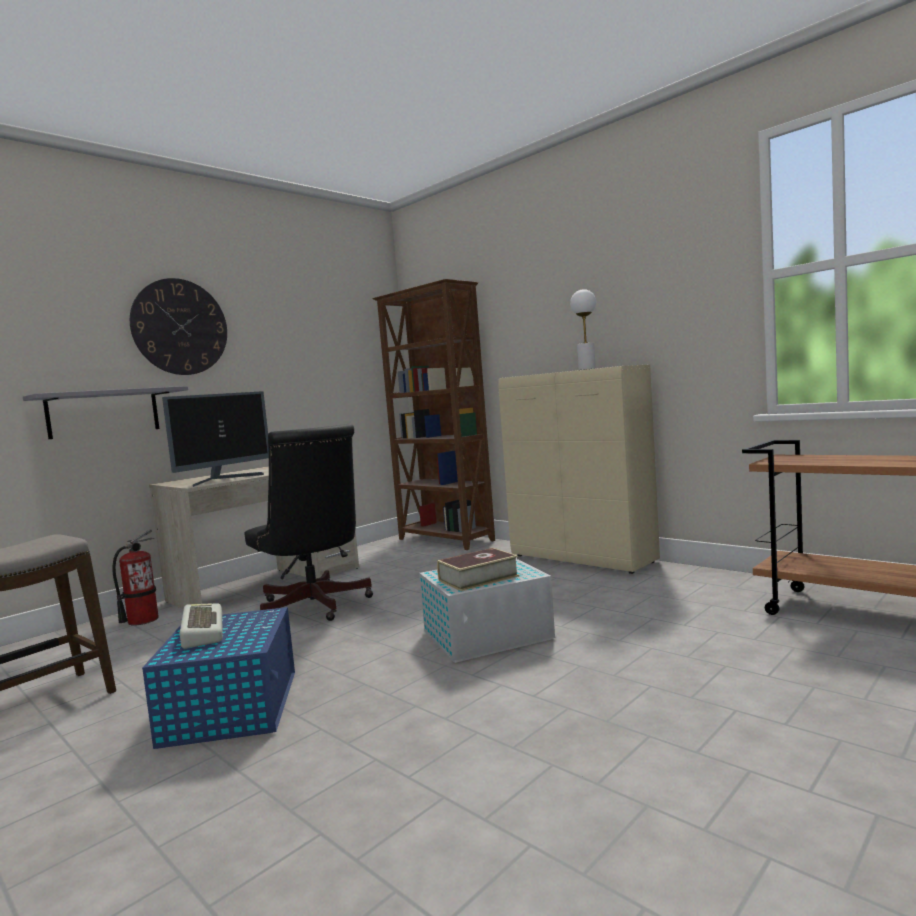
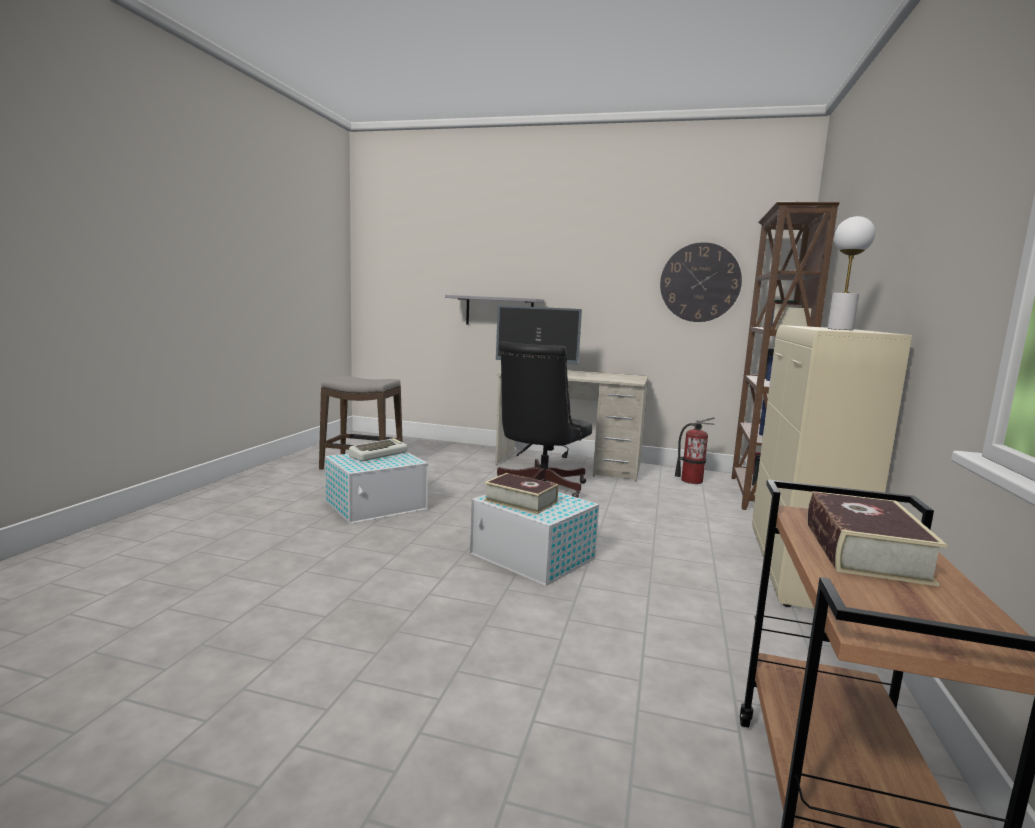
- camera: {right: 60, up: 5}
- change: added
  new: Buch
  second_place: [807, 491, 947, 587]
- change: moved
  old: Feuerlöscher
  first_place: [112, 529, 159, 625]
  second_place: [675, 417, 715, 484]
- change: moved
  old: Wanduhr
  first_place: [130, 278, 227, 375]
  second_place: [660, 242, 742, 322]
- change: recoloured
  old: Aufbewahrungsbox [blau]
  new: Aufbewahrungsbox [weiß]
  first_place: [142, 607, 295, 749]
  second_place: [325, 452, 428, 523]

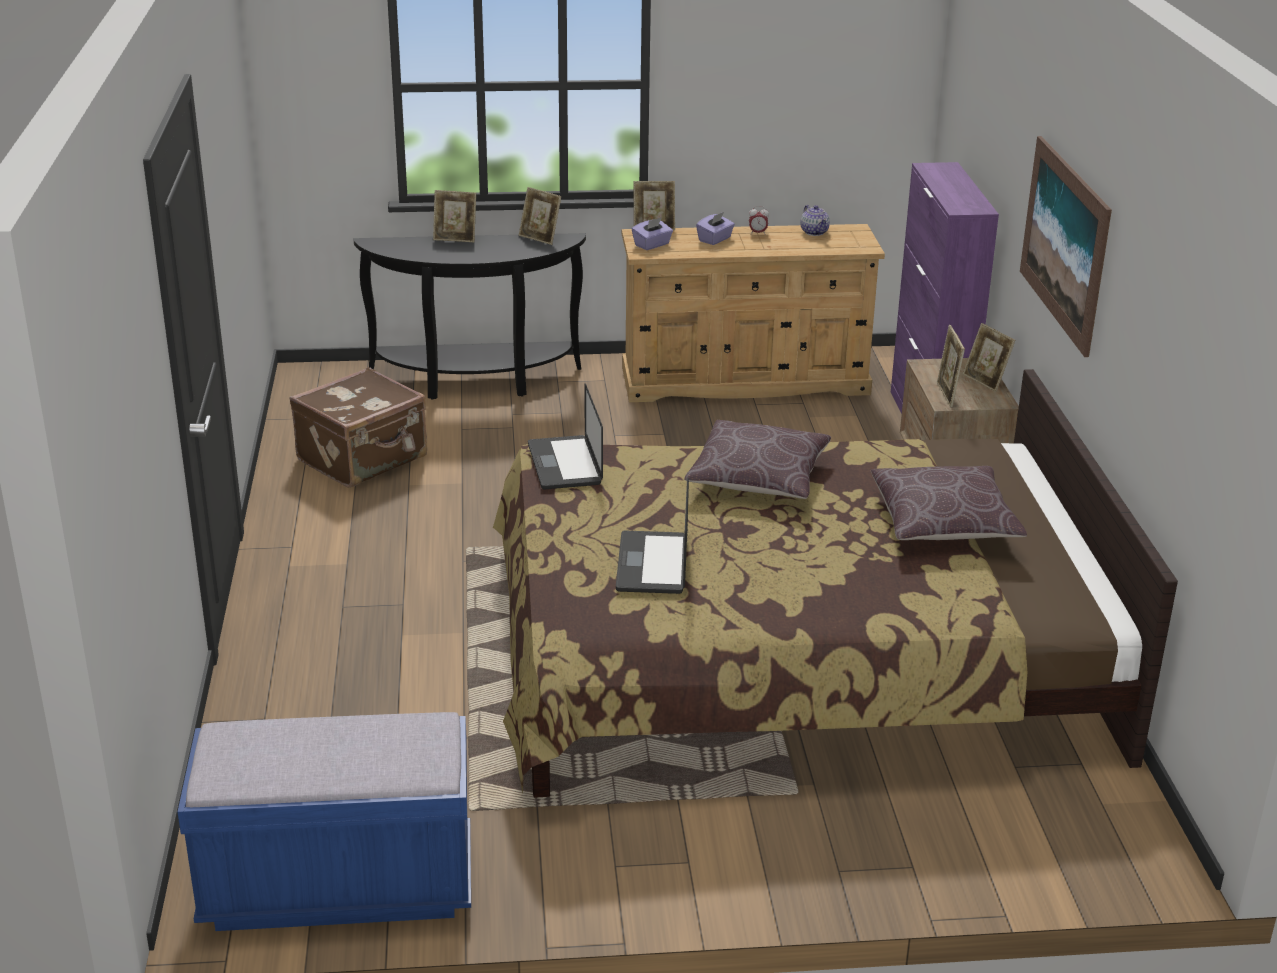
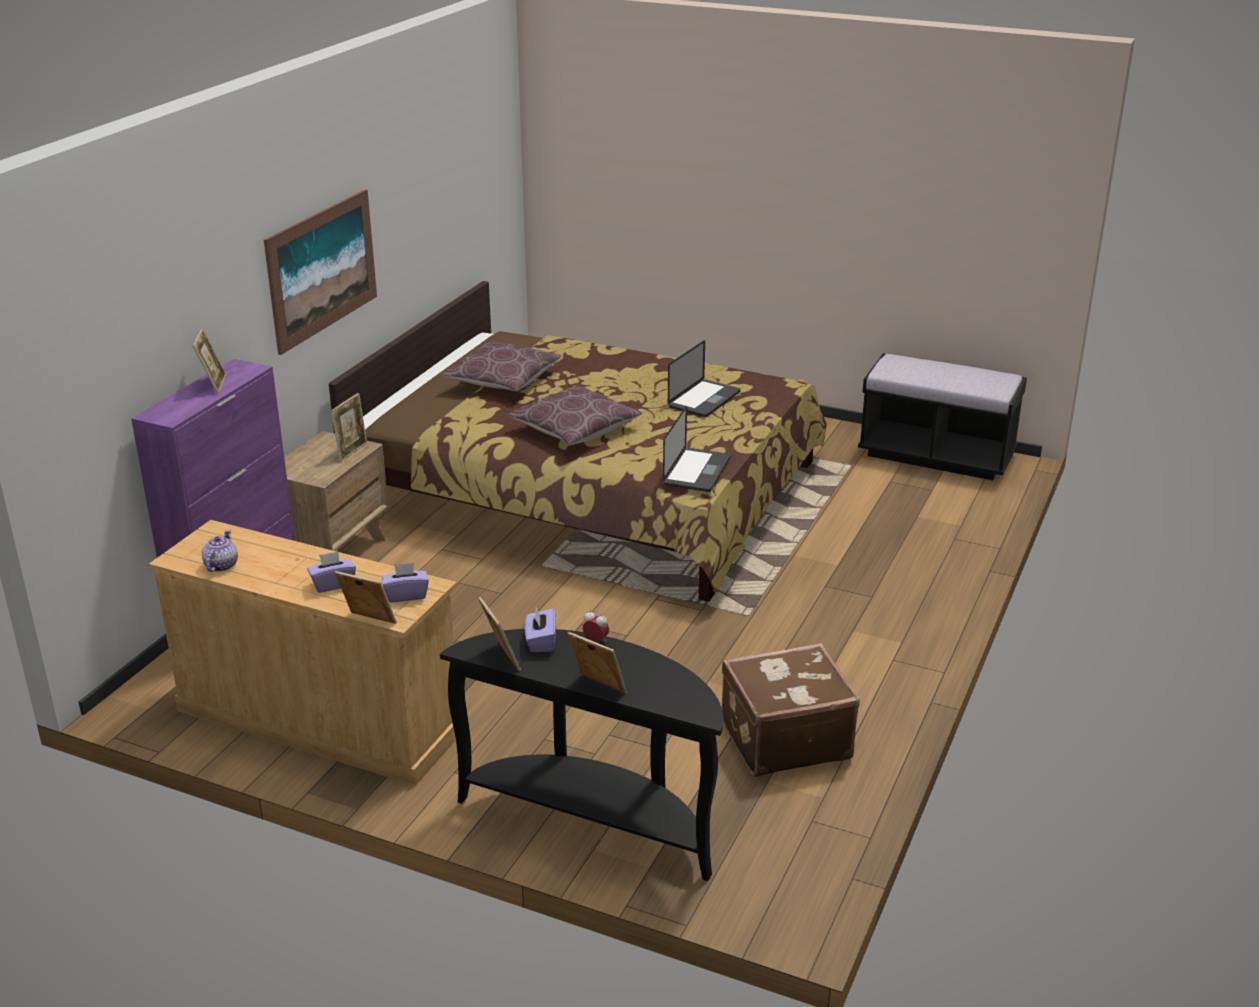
- camera: {right: -150, up: 0}
- change: added
  new: Taschentuchbox [lila]
  second_place: [525, 607, 556, 652]
- change: moved
  old: Wecker
  first_place: [749, 206, 769, 234]
  second_place: [583, 610, 609, 642]
- change: moved
  old: Bilderrahmen
  first_place: [963, 323, 1015, 392]
  second_place: [193, 328, 226, 394]
- change: recoloured
  old: Bank [blau]
  new: Bank [schwarz]
  first_place: [177, 712, 471, 931]
  second_place: [858, 353, 1027, 480]

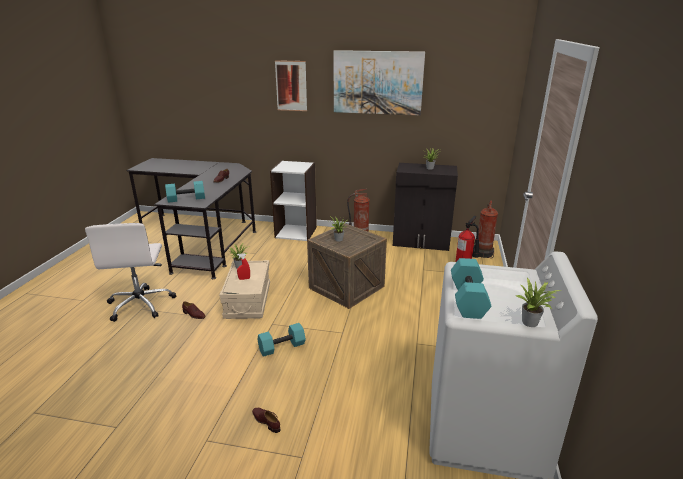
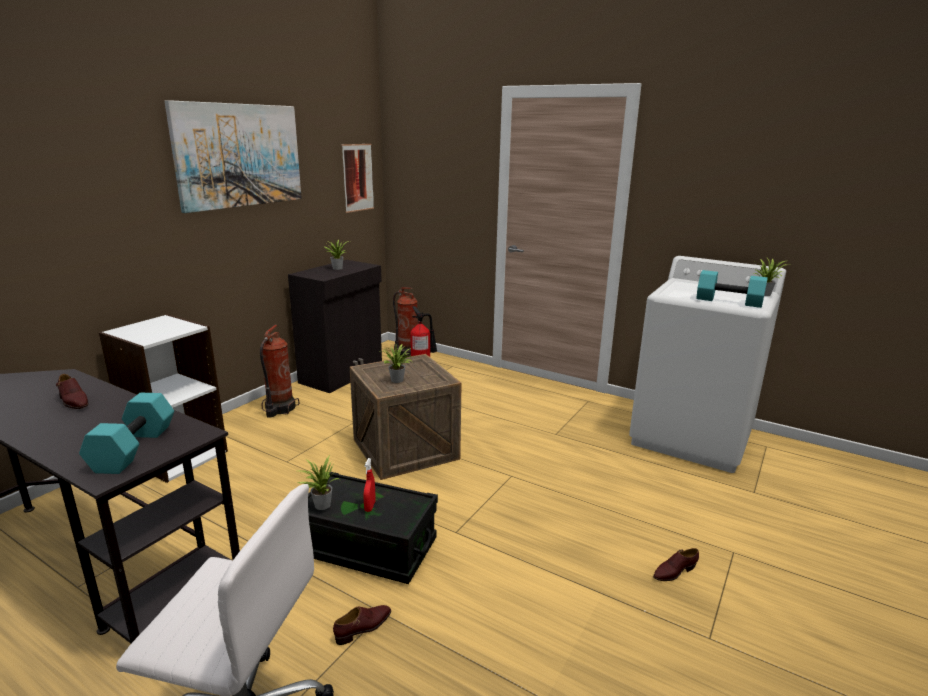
- camera: {right: -70, up: -5}
- change: removed
  old: Hantel [türkis]
  first_place: [257, 323, 306, 357]
- change: moved
  old: Bild
  first_place: [275, 60, 307, 111]
  second_place: [342, 144, 374, 213]
- change: recoloured
  old: Aufbewahrungsbox [beige]
  new: Aufbewahrungsbox [schwarz]
  first_place: [219, 260, 270, 319]
  second_place: [308, 472, 438, 584]

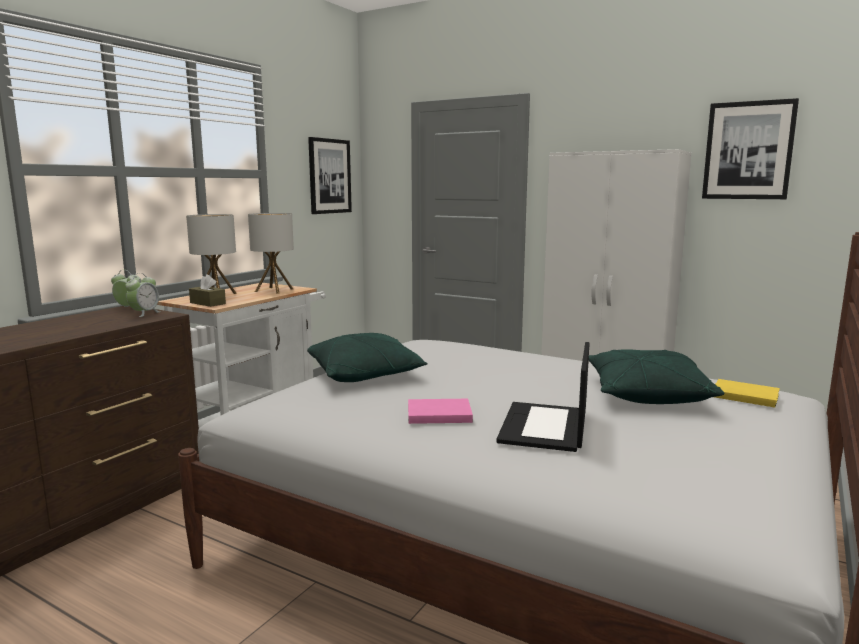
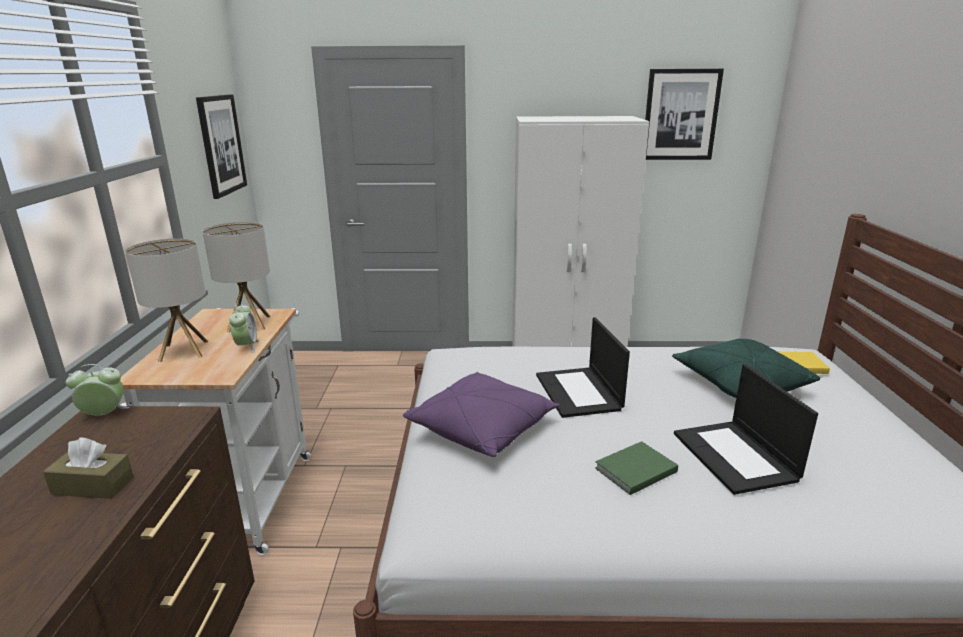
- camera: {right: -30, up: 10}
- change: added
  new: Laptop
  second_place: [536, 317, 630, 418]
- change: moved
  old: Wecker
  first_place: [125, 273, 161, 317]
  second_place: [229, 303, 259, 353]
- change: moved
  old: Taschentuchbox [braun]
  first_place: [189, 274, 226, 307]
  second_place: [43, 438, 134, 499]
- change: recoloured
  old: Kissen [grün]
  new: Kissen [lila]
  first_place: [307, 333, 428, 382]
  second_place: [403, 372, 560, 457]
- change: recoloured
  old: Buch [rosa]
  new: Buch [grün]
  first_place: [408, 399, 473, 424]
  second_place: [595, 441, 678, 495]

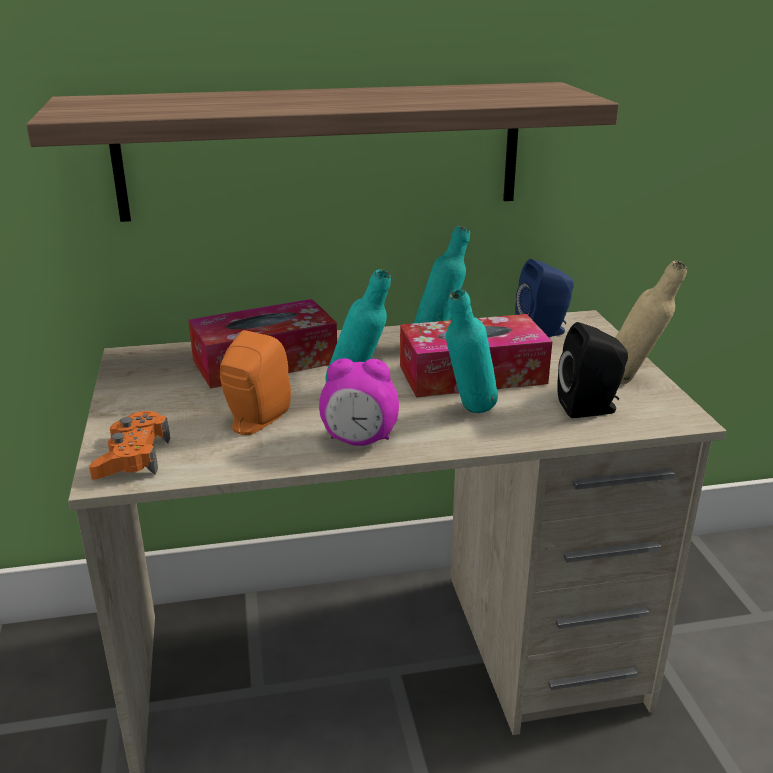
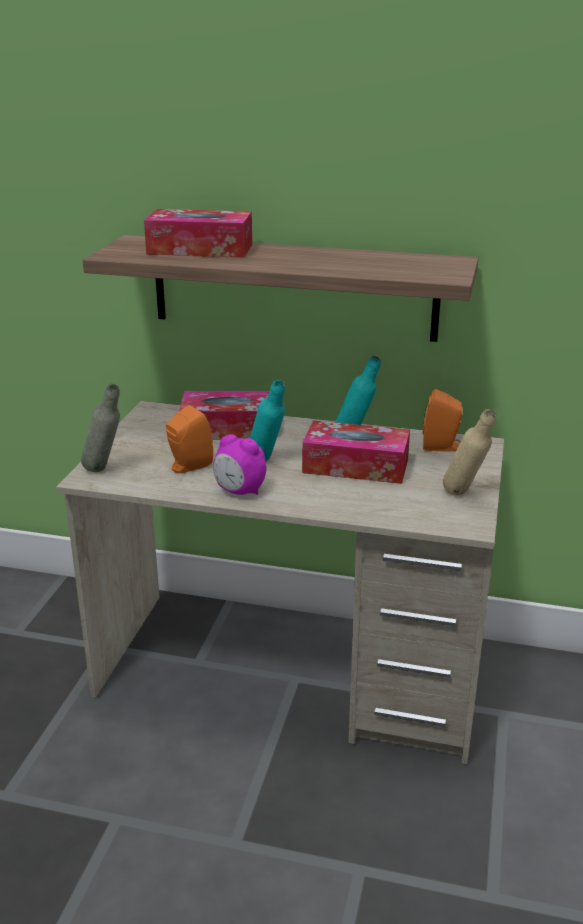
- camera: {right: 25, up: 0}
- change: removed
  old: Flasche [türkis]
  first_place: [446, 289, 498, 413]
- change: removed
  old: Lautsprecher [schwarz]
  first_place: [557, 322, 628, 418]
- change: added
  new: Taschentuchbox
  second_place: [144, 209, 252, 258]
- change: replaced
  old: Gamepad [orange]
  new: Flasche [grau]
  first_place: [89, 411, 170, 480]
  second_place: [81, 384, 120, 472]
- change: recoloured
  old: Lautsprecher [blau]
  new: Lautsprecher [orange]
  first_place: [515, 259, 574, 337]
  second_place: [423, 389, 462, 452]

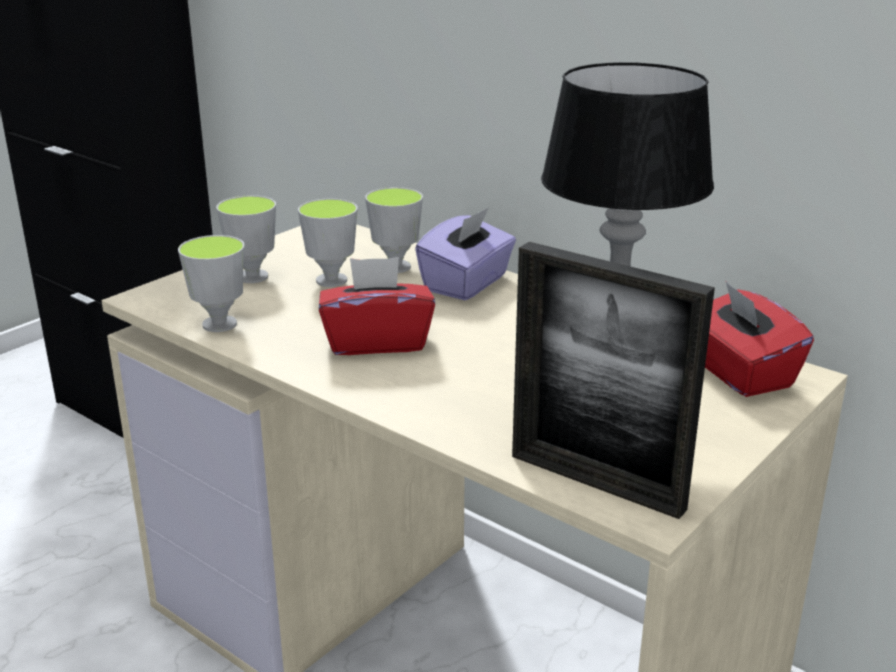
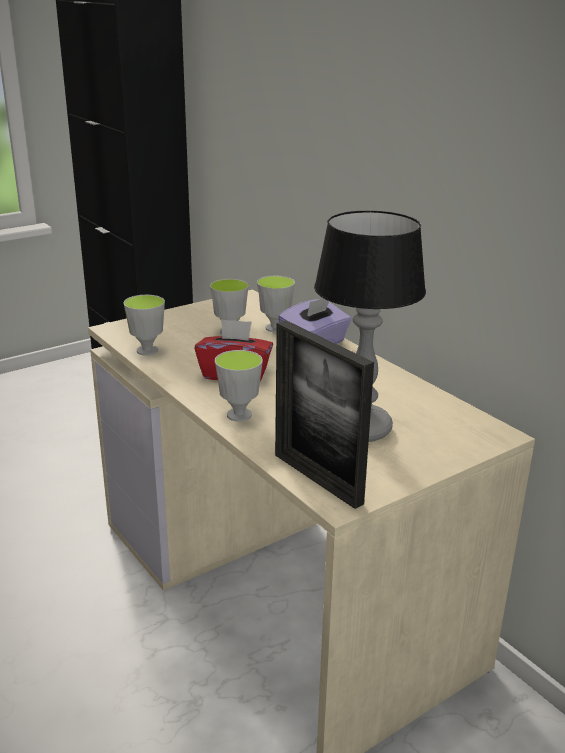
- camera: {right: 15, up: 0}
- change: removed
  old: Taschentuchbox [rot]
  first_place: [705, 282, 814, 397]
- change: moved
  old: Tasse
  first_place: [216, 195, 276, 283]
  second_place: [215, 350, 263, 422]

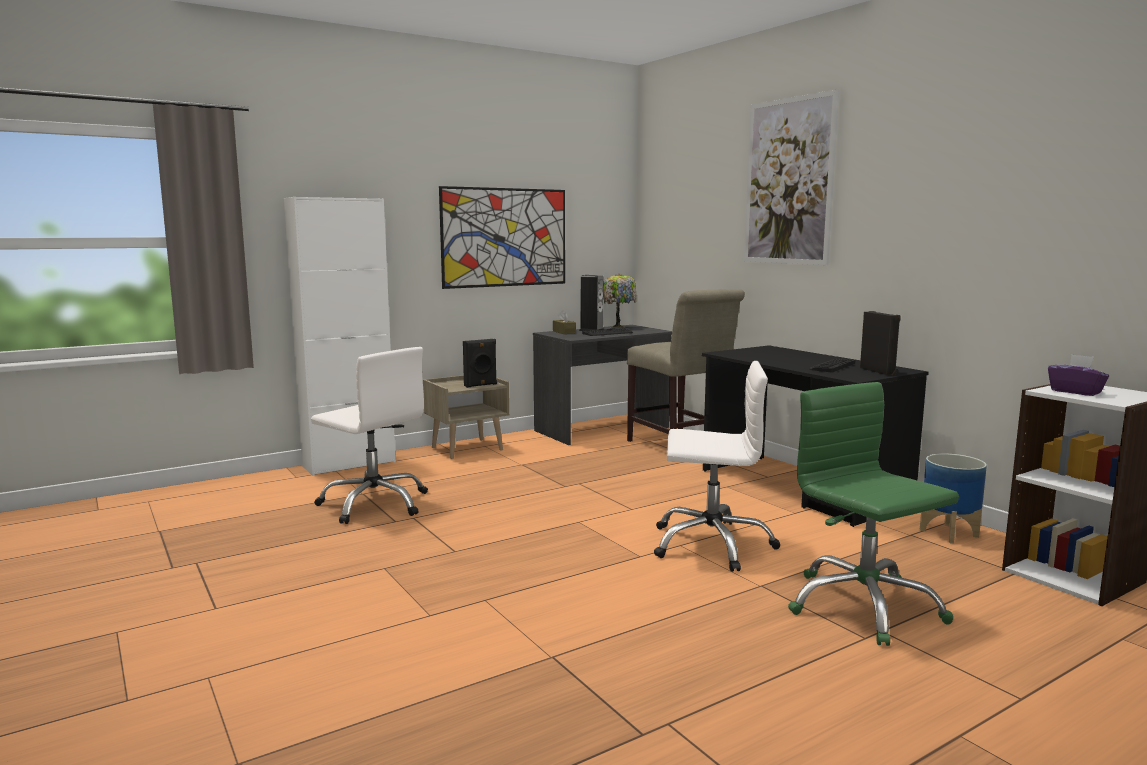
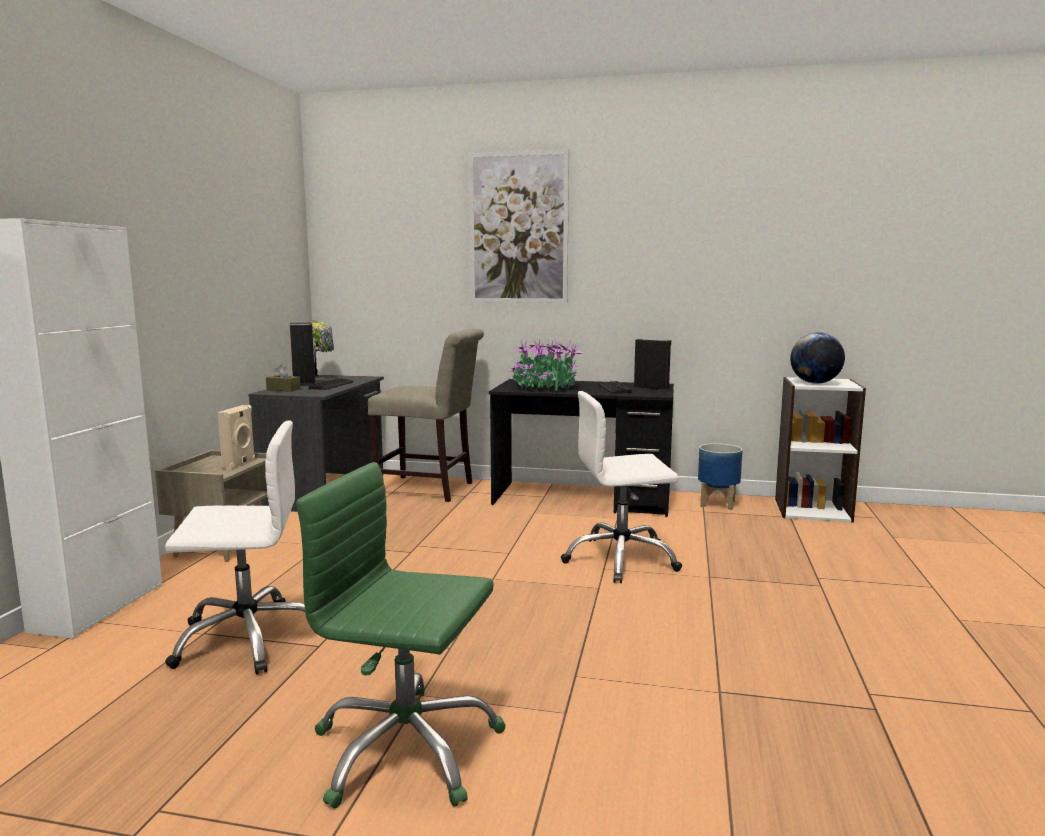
- camera: {right: -45, up: 0}
- change: removed
  old: Bild
  first_place: [439, 186, 565, 289]
- change: added
  new: Topfpflanze
  second_place: [510, 339, 584, 391]
- change: moved
  old: Bürostuhl [grün]
  first_place: [788, 382, 959, 646]
  second_place: [296, 462, 506, 808]
- change: replaced
  old: Taschentuchbox [lila]
  new: Globus
  first_place: [1048, 354, 1109, 396]
  second_place: [790, 332, 845, 384]
- change: recoloured
  old: Lautsprecher [schwarz]
  new: Lautsprecher [beige]
  first_place: [463, 339, 497, 388]
  second_place: [218, 405, 255, 469]
- change: turned
  old: Bürostuhl [weiß]
  first_place: [654, 361, 780, 572]
  second_place: [561, 391, 682, 583]
  degrees: -150

